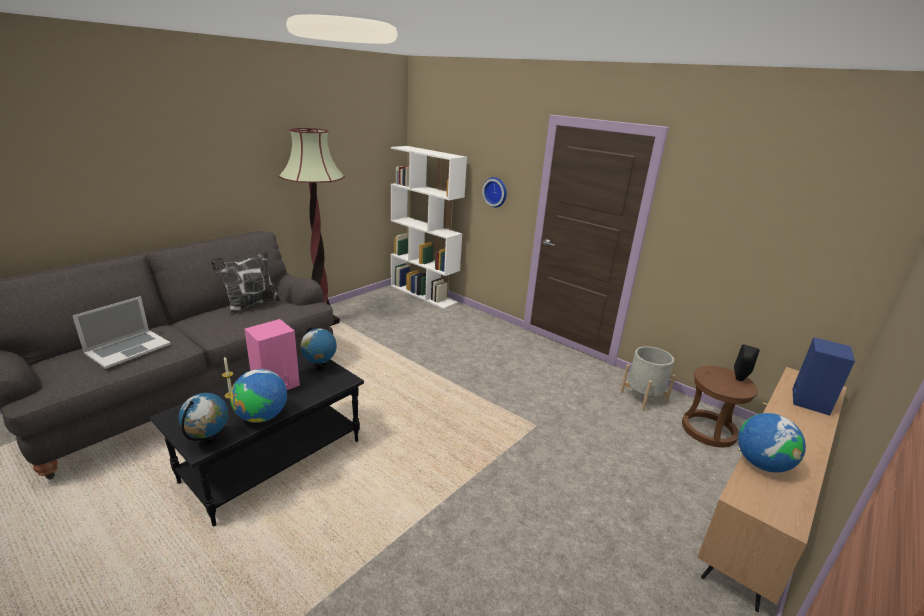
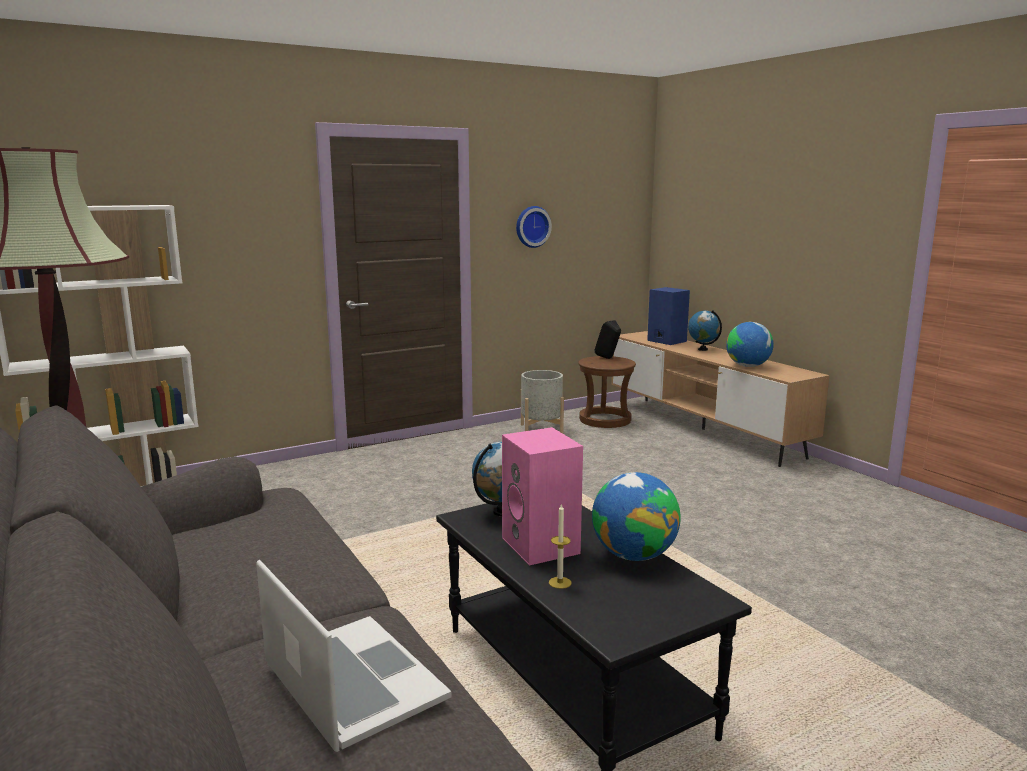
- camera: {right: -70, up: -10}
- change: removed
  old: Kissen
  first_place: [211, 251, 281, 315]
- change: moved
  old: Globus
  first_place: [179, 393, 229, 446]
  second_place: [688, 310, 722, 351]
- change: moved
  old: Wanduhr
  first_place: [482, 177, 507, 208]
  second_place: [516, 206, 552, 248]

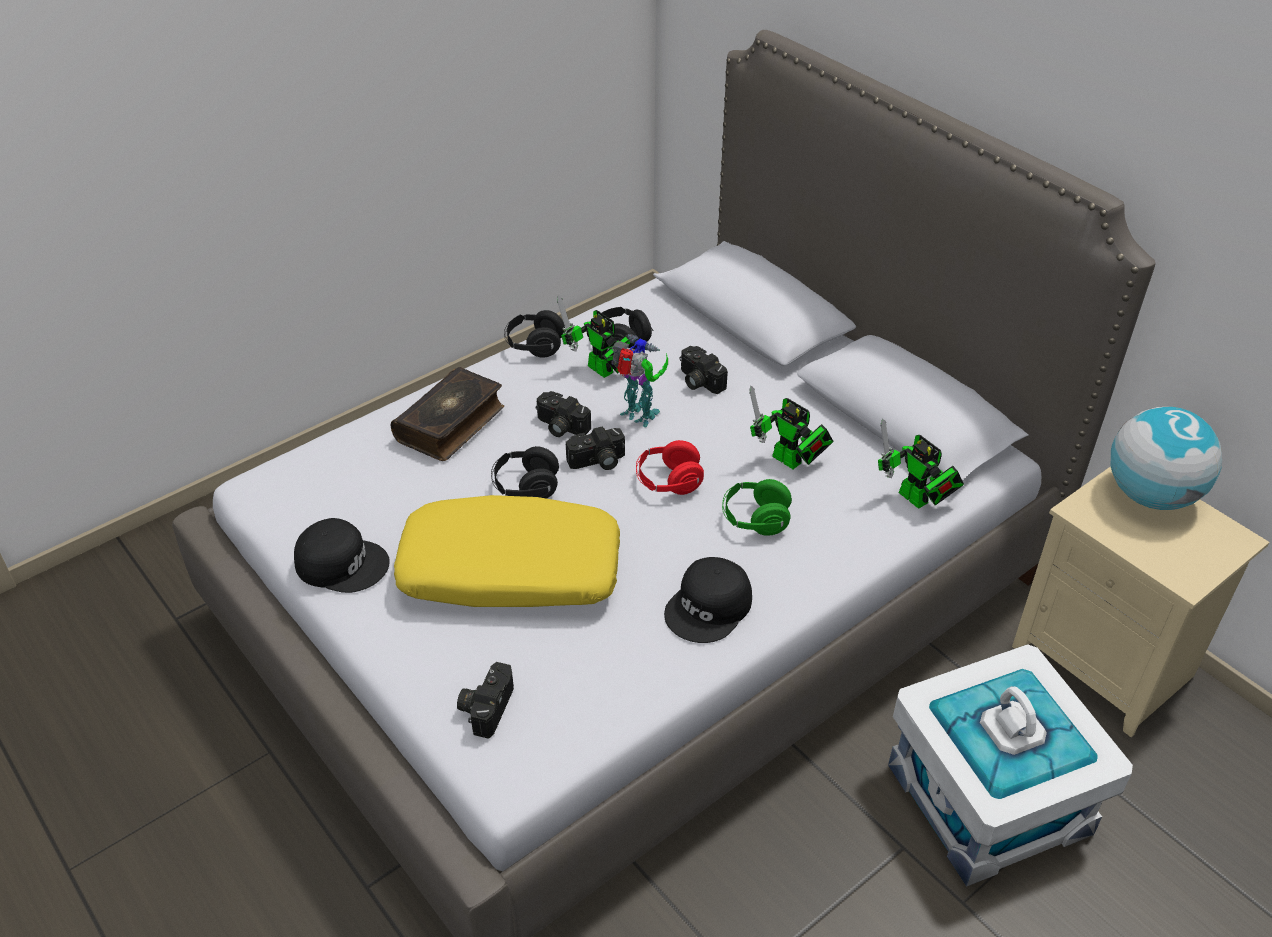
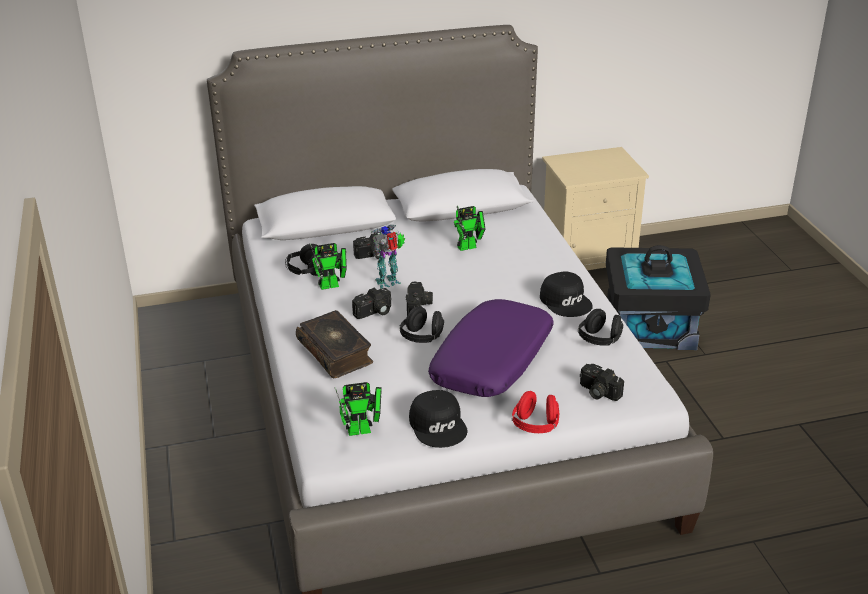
- camera: {right: -65, up: -10}
- change: removed
  old: Kopfhörer [grün]
  first_place: [722, 479, 792, 536]
- change: removed
  old: Globus
  first_place: [1111, 407, 1222, 510]
- change: moved
  old: Kopfhörer [schwarz]
  first_place: [504, 310, 565, 358]
  second_place: [578, 309, 623, 346]
- change: moved
  old: Kopfhörer [rot]
  first_place: [636, 440, 704, 495]
  second_place: [512, 391, 559, 433]
- change: moved
  old: Spielzeugroboter
  first_place: [878, 419, 964, 509]
  second_place: [334, 382, 382, 436]
- change: recoloured
  old: Kissen [gelb]
  new: Kissen [lila]
  first_place: [394, 495, 620, 607]
  second_place: [428, 299, 554, 397]
- change: recoloured
  old: Aufbewahrungsbox [weiß]
  new: Aufbewahrungsbox [schwarz]
  first_place: [888, 644, 1133, 886]
  second_place: [606, 245, 711, 350]
- change: turned
  old: Kappe [schwarz]
  first_place: [294, 518, 390, 593]
  second_place: [409, 390, 468, 448]
  degrees: 120

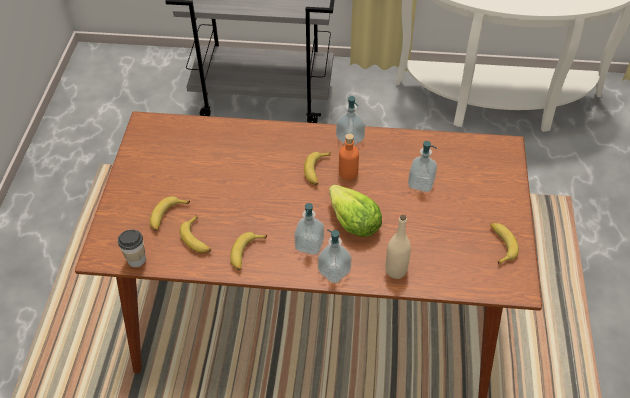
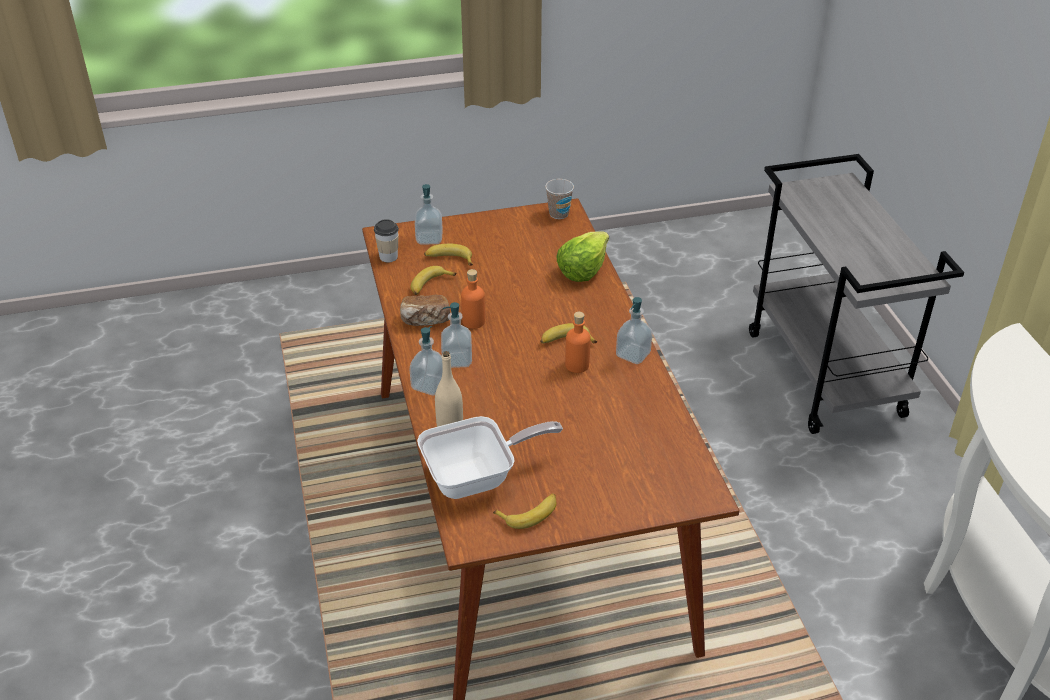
- camera: {right: 70, up: -10}
- change: added
  new: Pfanne
  second_place: [417, 416, 563, 499]
- change: added
  new: Flasche [orange]
  second_place: [461, 269, 485, 329]
- change: added
  new: Tasse
  second_place: [545, 179, 574, 219]
- change: moved
  old: Salatkopf
  first_place: [329, 184, 382, 237]
  second_place: [557, 231, 609, 282]
- change: moved
  old: Seifenspender
  first_place: [408, 141, 437, 192]
  second_place: [415, 184, 443, 244]
- change: replaced
  old: Banane
  new: Brot
  first_place: [230, 232, 267, 271]
  second_place: [400, 295, 450, 326]

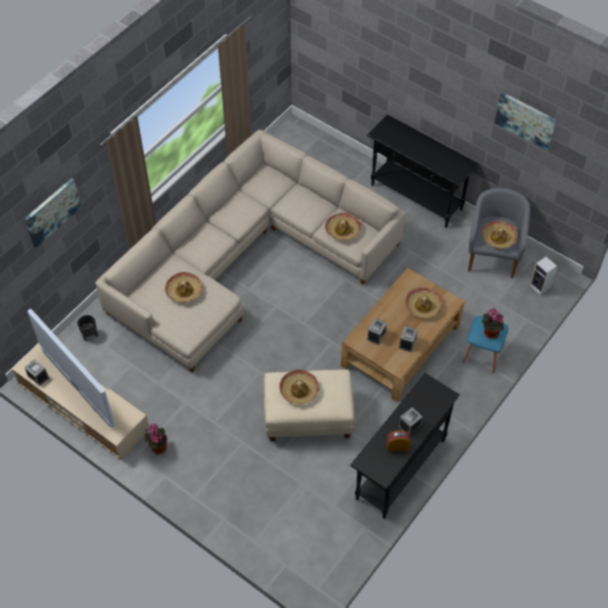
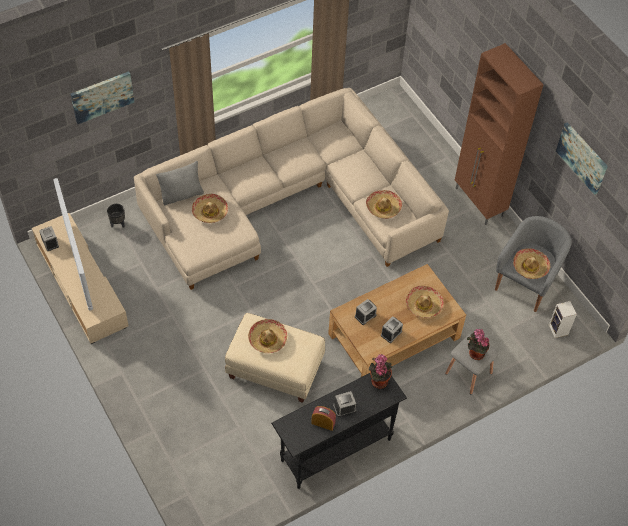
- camera: {right: 20, up: 0}
- change: added
  new: Kissen [grau]
  second_place: [156, 161, 204, 205]
- change: moved
  old: Topfpflanze
  first_place: [145, 423, 167, 455]
  second_place: [369, 354, 392, 389]
- change: replaced
  old: Konsolentisch [schwarz]
  new: Schrank [braun]
  first_place: [367, 115, 479, 228]
  second_place: [455, 43, 544, 225]
- change: recoloured
  old: Hocker [blau]
  new: Hocker [grau]
  first_place: [462, 316, 509, 373]
  second_place: [445, 333, 498, 394]

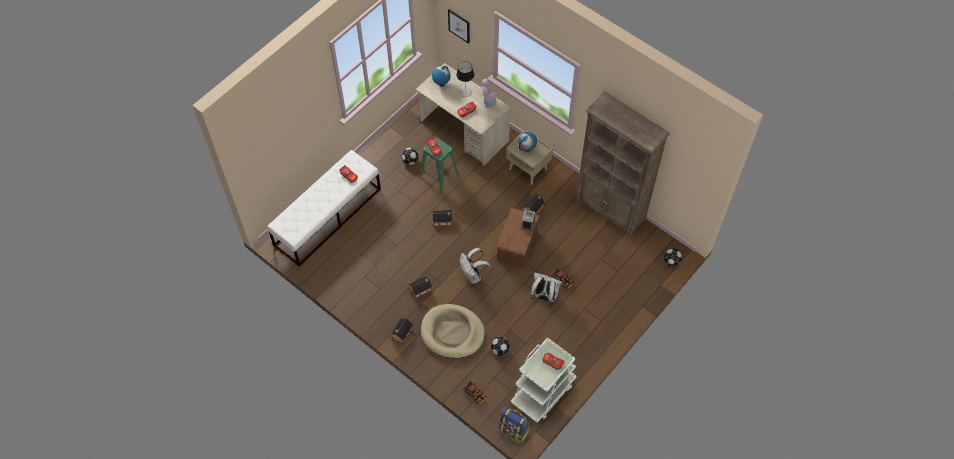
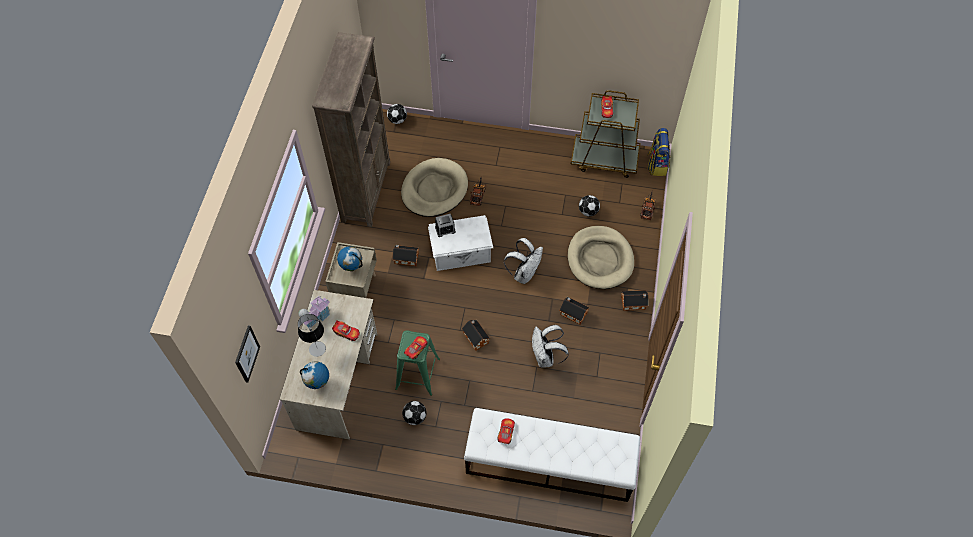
- camera: {right: -120, up: 0}
- change: added
  new: Hundebett [beige]
  second_place: [401, 158, 468, 217]
- change: moved
  old: Rucksack [weiß]
  first_place: [531, 273, 562, 305]
  second_place: [532, 325, 569, 368]
- change: recoloured
  old: Aufbewahrungsbox [braun]
  new: Aufbewahrungsbox [weiß]
  first_place: [495, 208, 540, 268]
  second_place: [428, 215, 493, 271]
- change: recoloured
  old: Rollwagen [weiß]
  new: Rollwagen [braun]
  first_place: [511, 337, 576, 423]
  second_place: [571, 90, 640, 178]

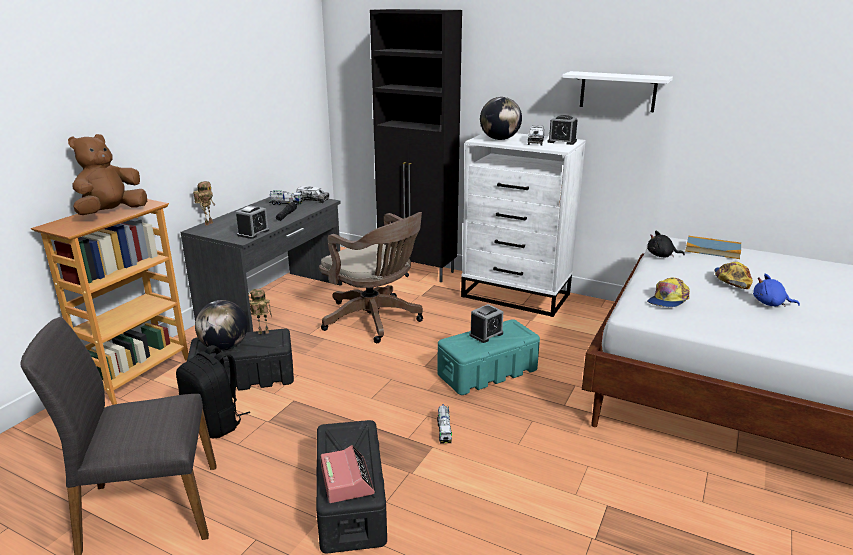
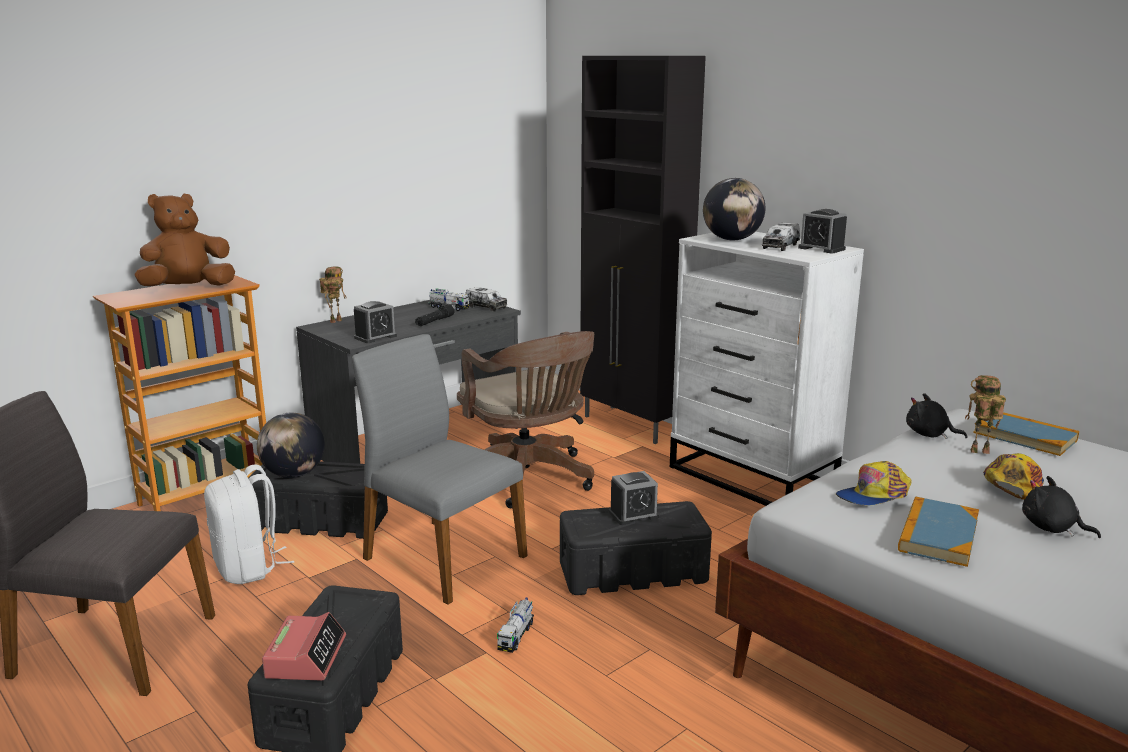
- camera: {right: 20, up: -5}
- change: removed
  old: Wandregal [weiß]
  first_place: [562, 71, 673, 112]
- change: added
  new: Stuhl [grau]
  second_place: [352, 334, 527, 604]
- change: added
  new: Buch
  second_place: [898, 497, 979, 567]
- change: moved
  old: Spielzeugroboter
  first_place: [248, 289, 272, 334]
  second_place: [965, 375, 1006, 454]
- change: recoloured
  old: Rucksack [schwarz]
  new: Rucksack [weiß]
  first_place: [176, 345, 250, 438]
  second_place: [204, 464, 294, 584]
- change: recoloured
  old: Aufbewahrungsbox [türkis]
  new: Aufbewahrungsbox [schwarz]
  first_place: [437, 319, 540, 395]
  second_place: [560, 501, 712, 595]
- change: recoloured
  old: Plüschtier [blau]
  new: Plüschtier [schwarz]
  first_place: [753, 274, 800, 307]
  second_place: [1022, 476, 1101, 538]

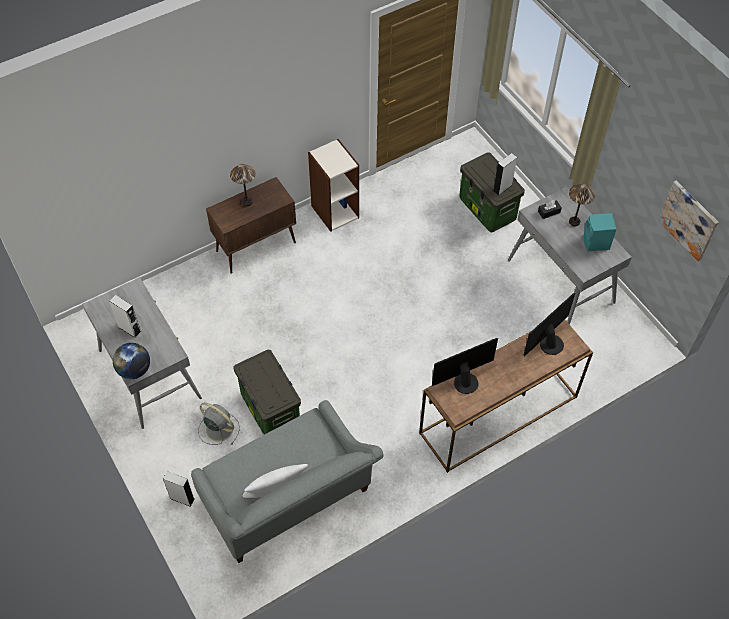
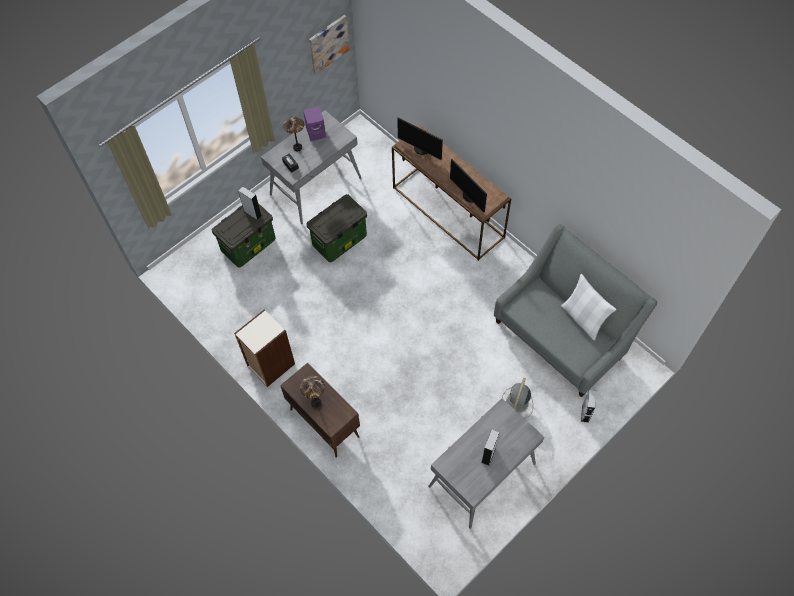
- camera: {right: -100, up: 5}
- change: removed
  old: Globus
  first_place: [113, 343, 150, 379]
- change: moved
  old: Aufbewahrungsbox
  first_place: [233, 350, 301, 435]
  second_place: [306, 194, 367, 262]
- change: recoloured
  old: Lautsprecher [türkis]
  new: Lautsprecher [lila]
  first_place: [583, 213, 617, 251]
  second_place: [303, 106, 326, 141]

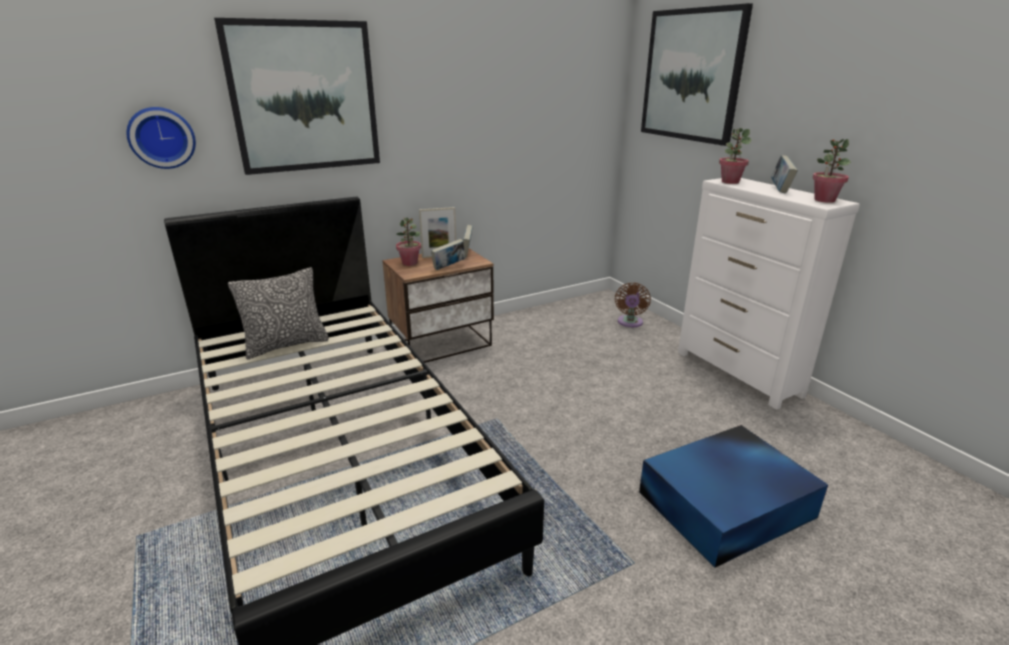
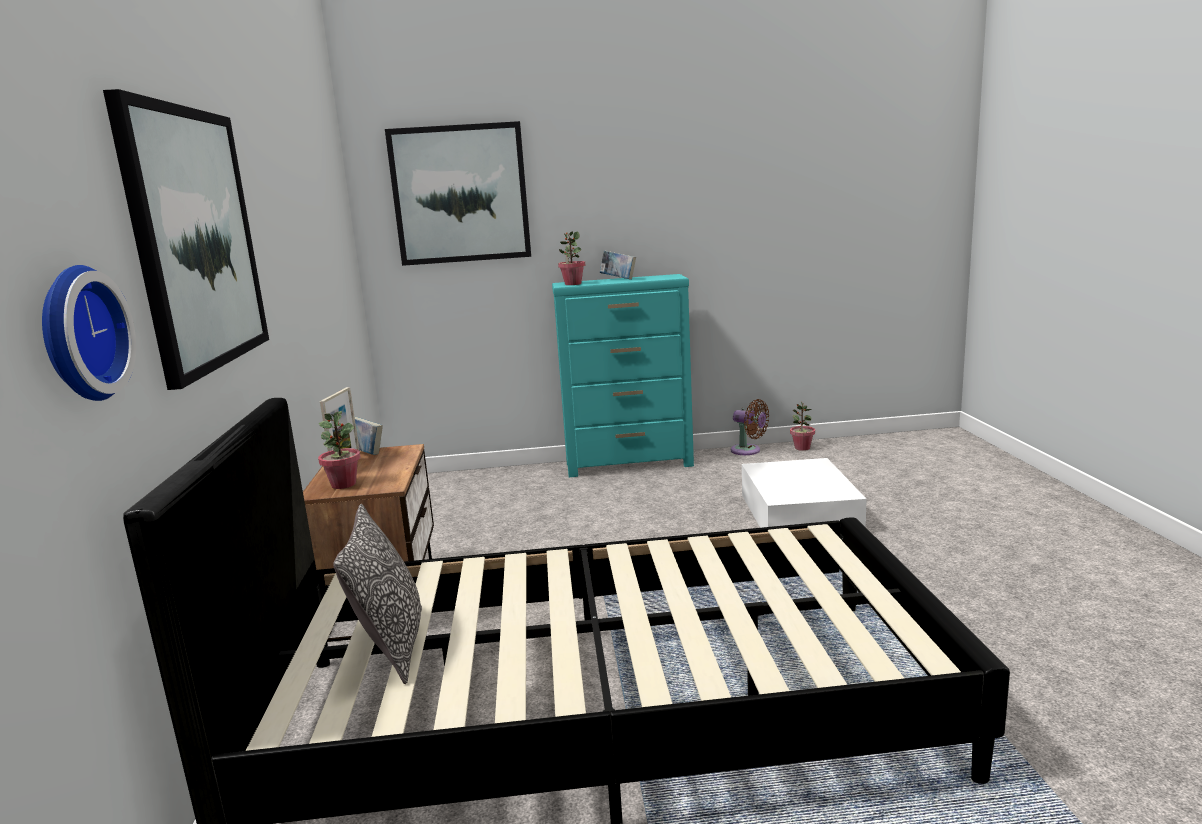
- camera: {right: -65, up: -10}
- change: removed
  old: Buch
  first_place: [431, 239, 465, 270]
- change: moved
  old: Ventilator [braun]
  first_place: [615, 283, 651, 327]
  second_place: [731, 399, 769, 455]
- change: moved
  old: Topfpflanze
  first_place: [812, 139, 851, 203]
  second_place: [790, 402, 815, 451]
- change: recoloured
  old: Aufbewahrungsbox [blau]
  new: Aufbewahrungsbox [weiß]
  first_place: [639, 425, 828, 568]
  second_place: [742, 458, 867, 528]
- change: recoloured
  old: Kommode [weiß]
  new: Kommode [türkis]
  first_place: [678, 178, 860, 410]
  second_place: [552, 274, 694, 477]

